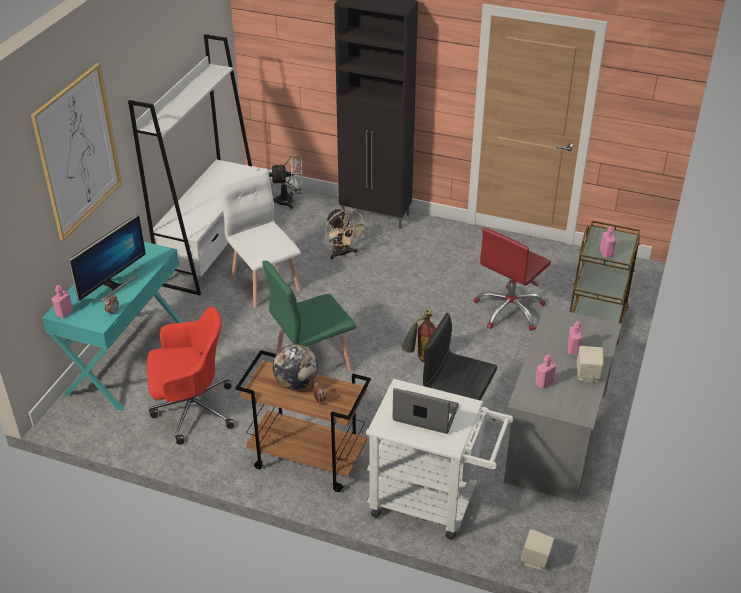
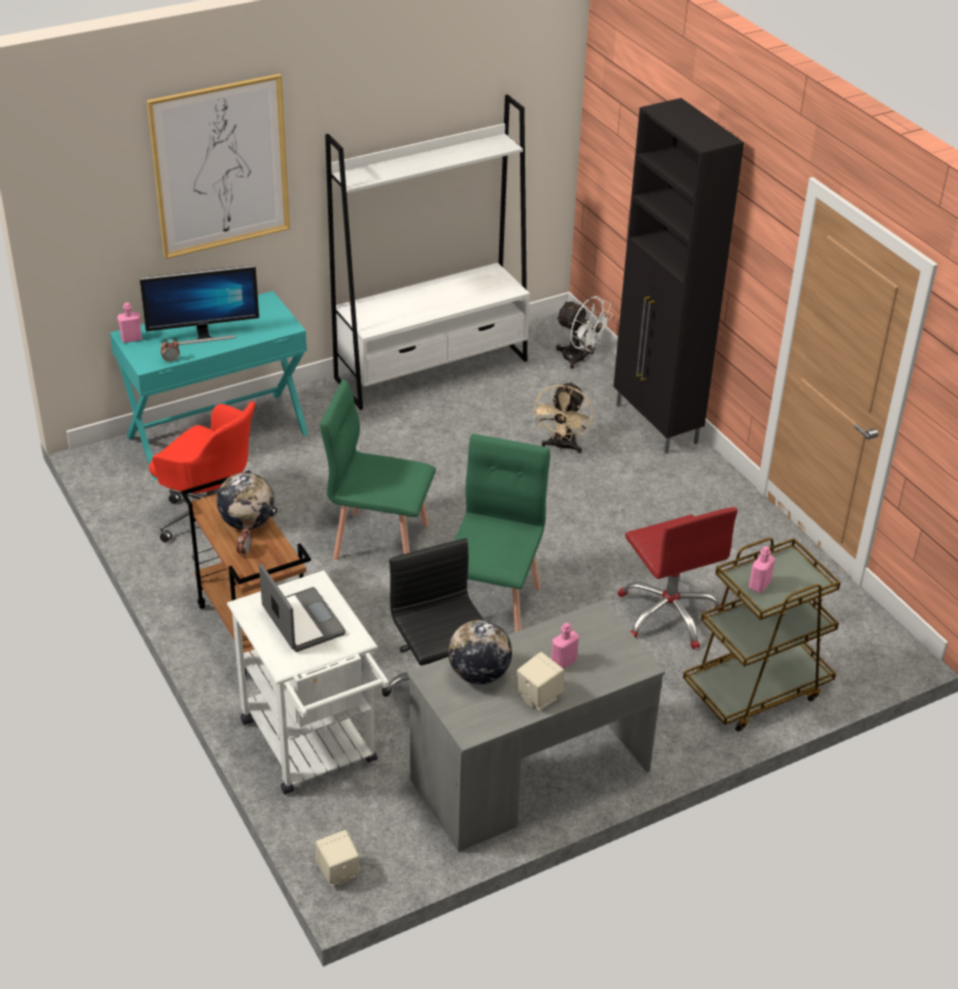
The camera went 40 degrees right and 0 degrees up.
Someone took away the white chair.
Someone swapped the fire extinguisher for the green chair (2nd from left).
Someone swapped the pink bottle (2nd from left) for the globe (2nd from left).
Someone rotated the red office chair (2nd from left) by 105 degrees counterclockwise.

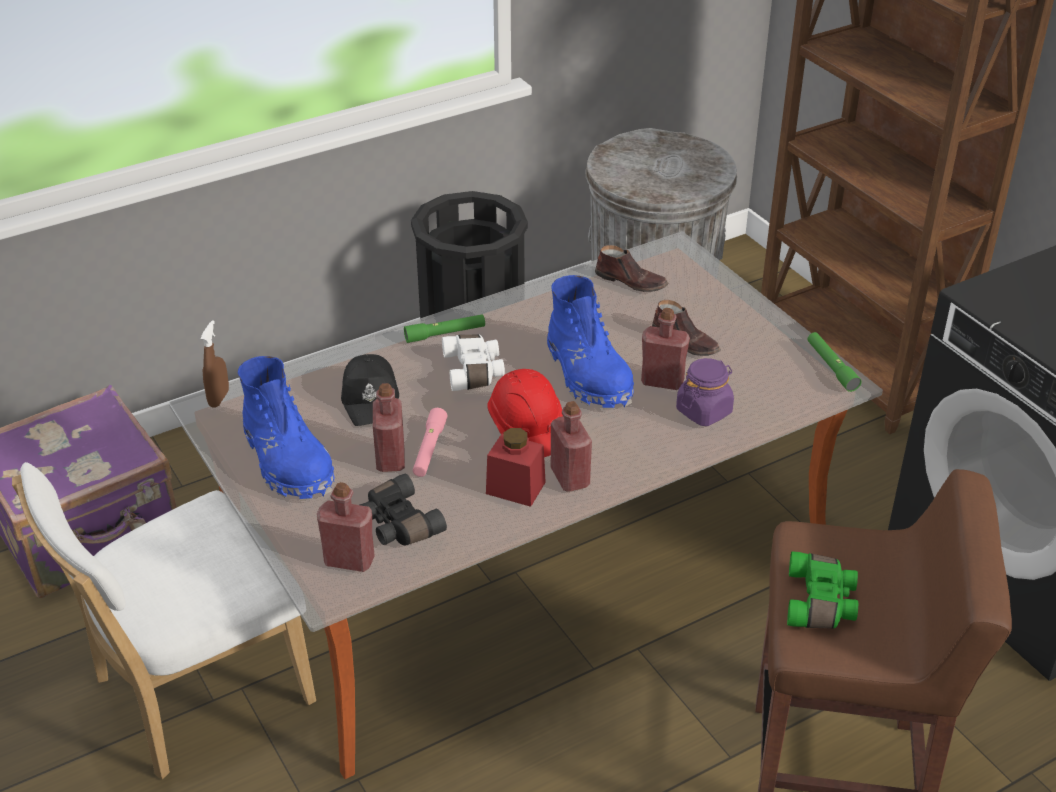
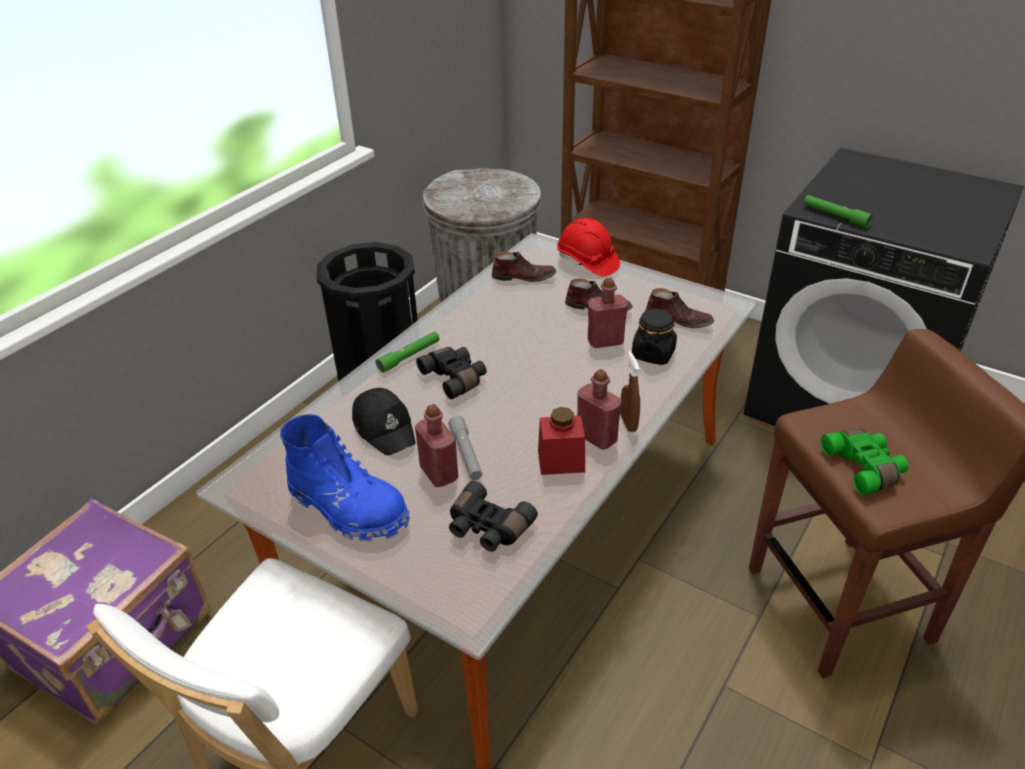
The camera went 25 degrees left and 0 degrees up.
Someone took away the red bottle (1st from left).
Someone took away the blue boot (2nd from left).
Someone put down the brown shoe (3rd from left).
Someone carried the brown spray bottle.
Someone carried the red hard hat.
Someone carried the green flashlight (2nd from left).
Someone repainted the pink flashlight, which became the grey flashlight.
Someone repainted the white binoculars, which became the black binoculars (1st from left).
Someone repainted the purple jar, which became the black jar.

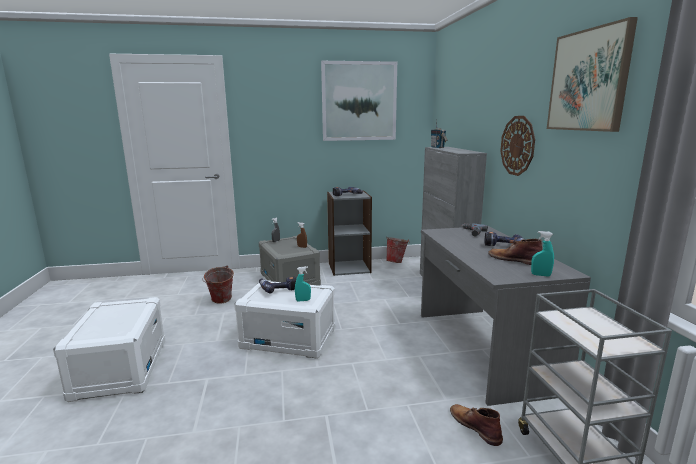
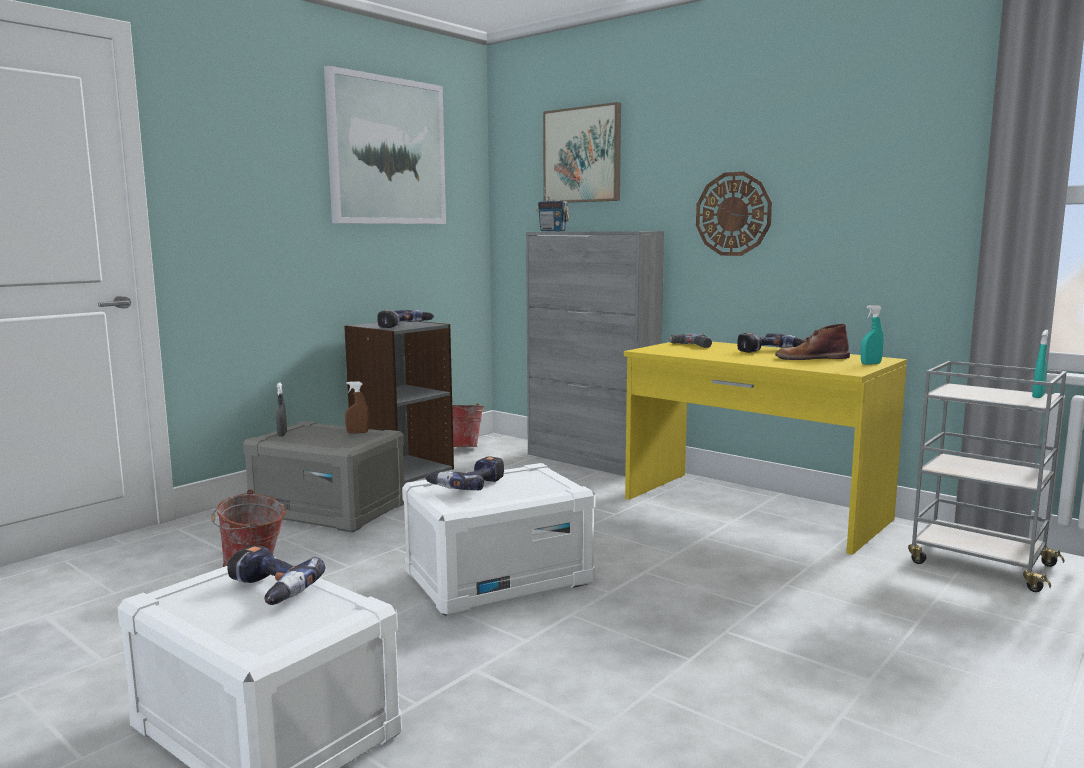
The camera went 40 degrees left and 5 degrees down.
Someone took away the brown boot (1st from left).
Someone put down the power drill (1st from left).
Someone carried the turquoise spray bottle (1st from left in the first image).
Someone carried the picture (2nd from left).
Someone repainted the grey desk, which became the yellow desk.

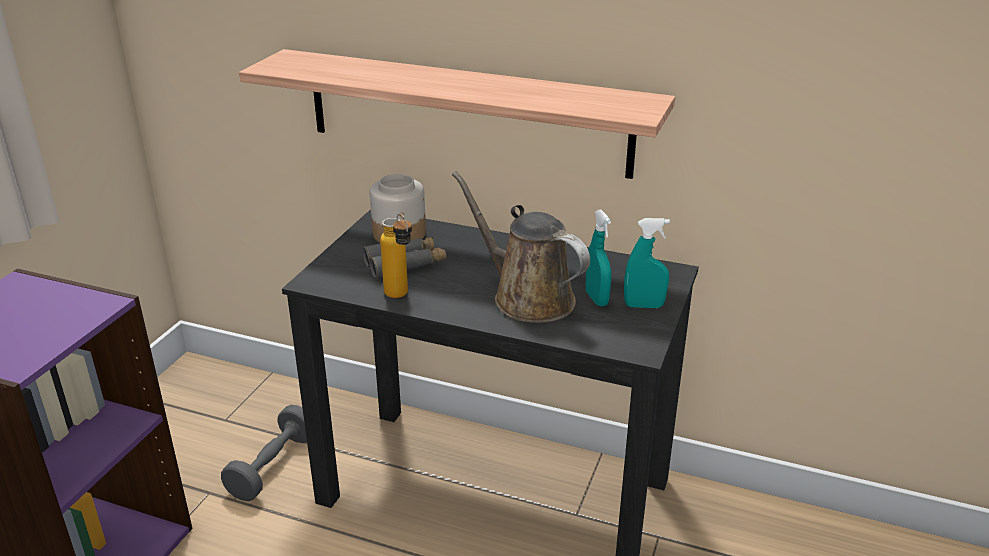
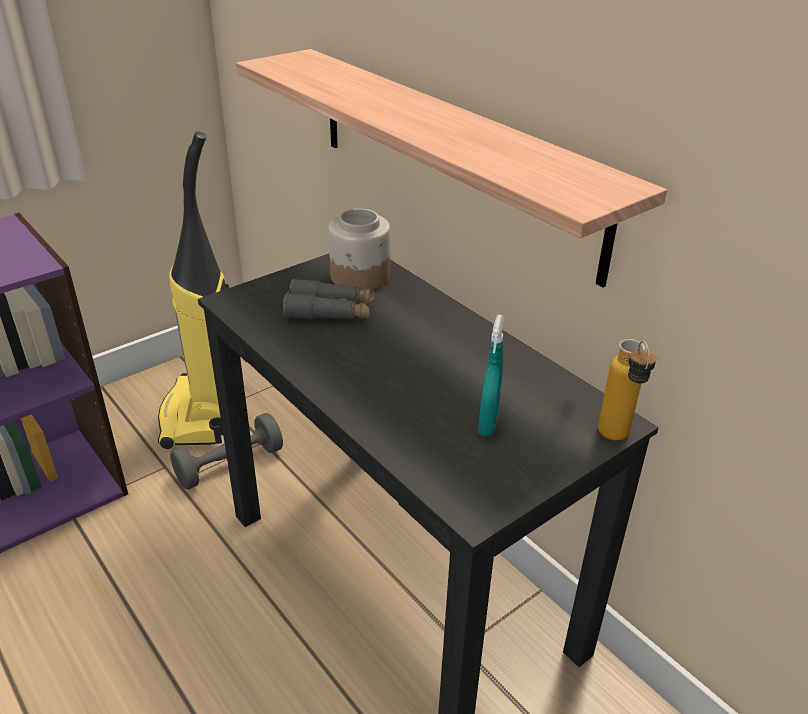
The camera went 30 degrees right and 5 degrees up.
Someone took away the brown watering can.
Someone took away the turquoise spray bottle (2nd from left).
Someone put down the vacuum cleaner.
Someone carried the bottle.

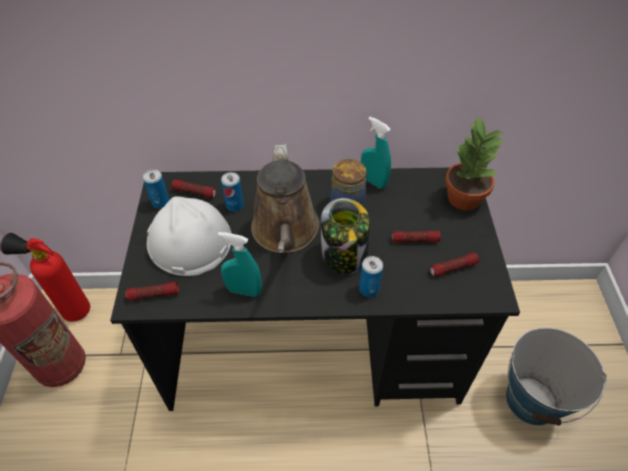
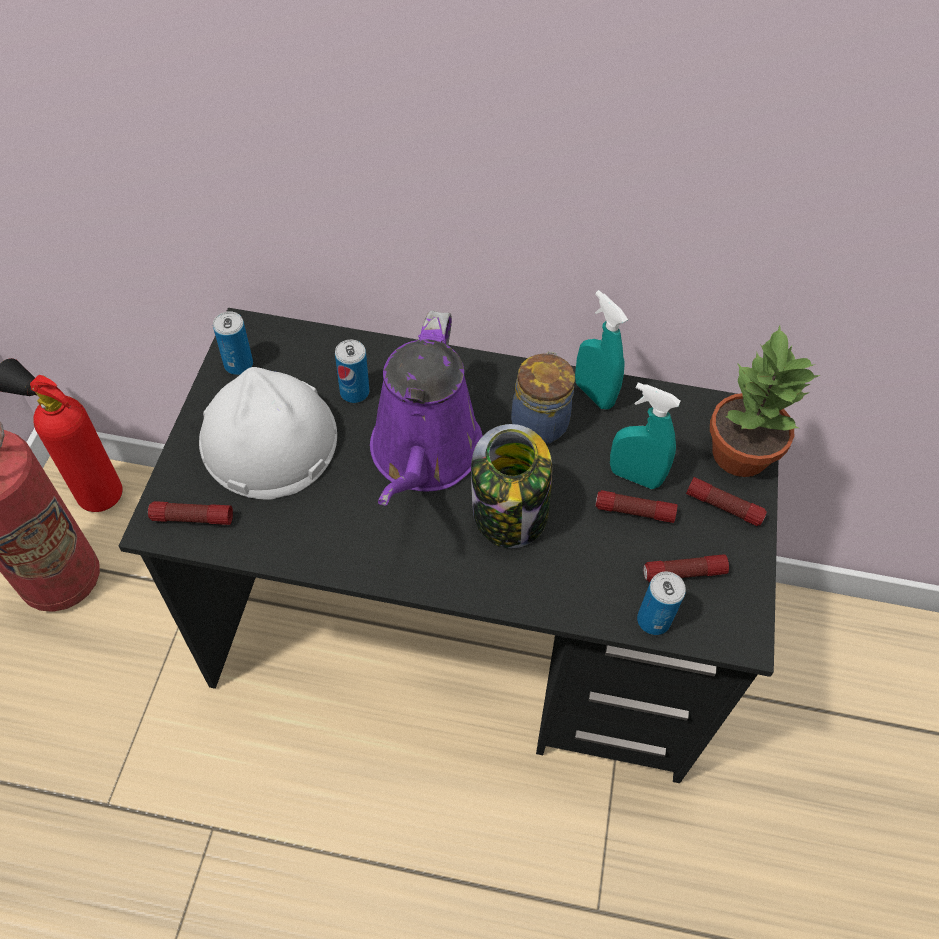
The camera went 10 degrees right and 5 degrees up.
Someone took away the bucket.
Someone carried the flashlight (2nd from left in the first image).
Someone carried the turquoise spray bottle (1st from left in the first image).
Someone carried the can (3rd from left).
Someone repainted the brown watering can, which became the purple watering can.

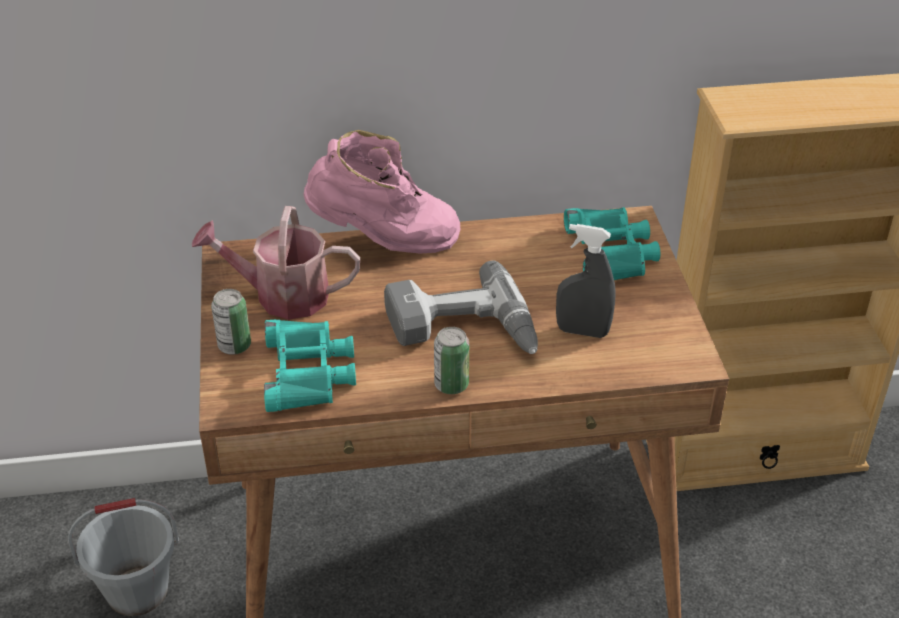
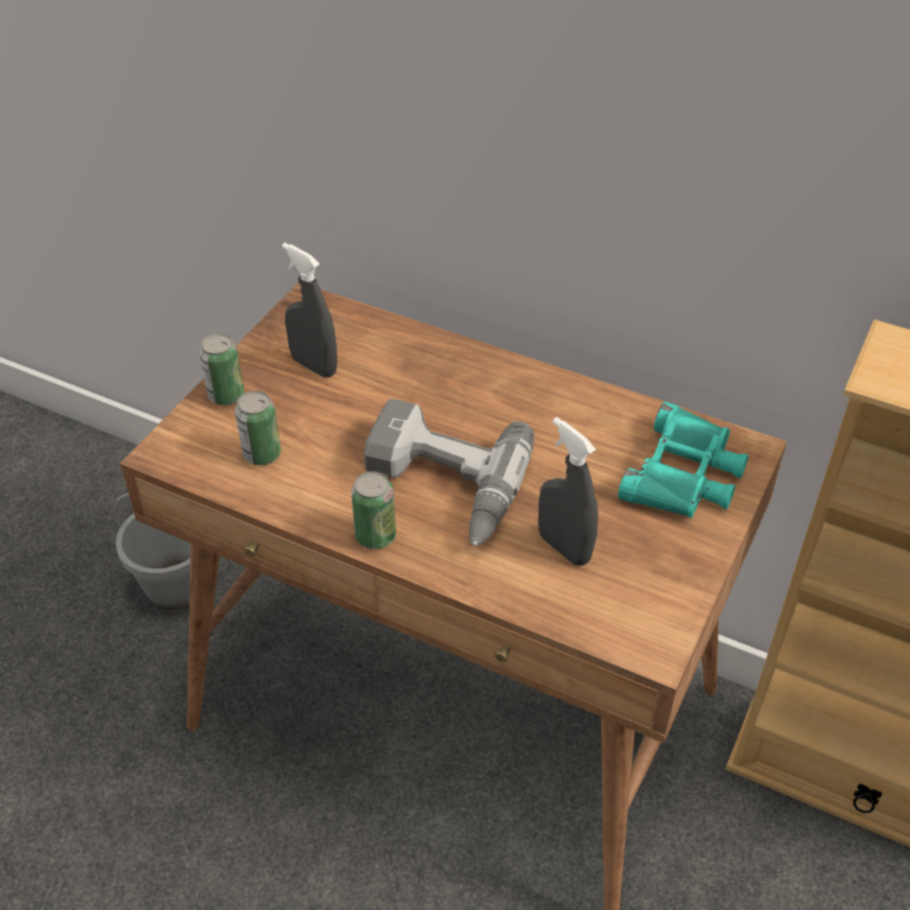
The camera went 35 degrees right and 5 degrees up.
Someone took away the pink boot.
Someone swapped the watering can for the grey spray bottle (1st from left).
Someone swapped the turquoise binoculars (1st from left) for the can (2nd from left).

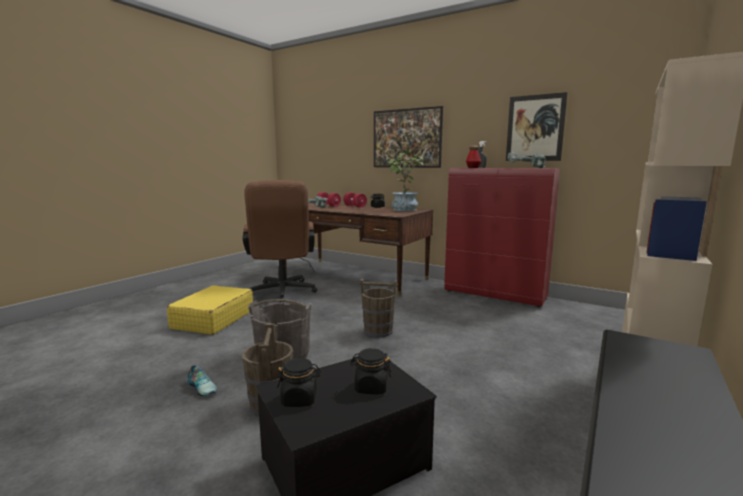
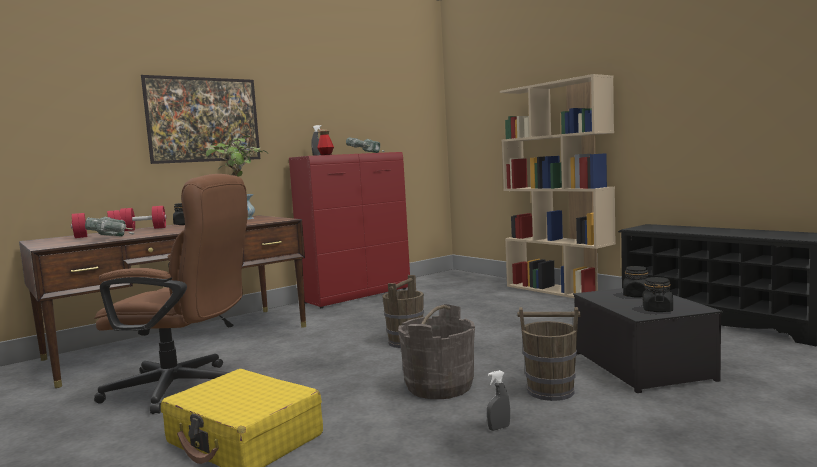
The camera went 70 degrees left and 5 degrees down.
Someone took away the picture (2nd from left).
Someone swapped the shoe for the grey spray bottle (2nd from left).

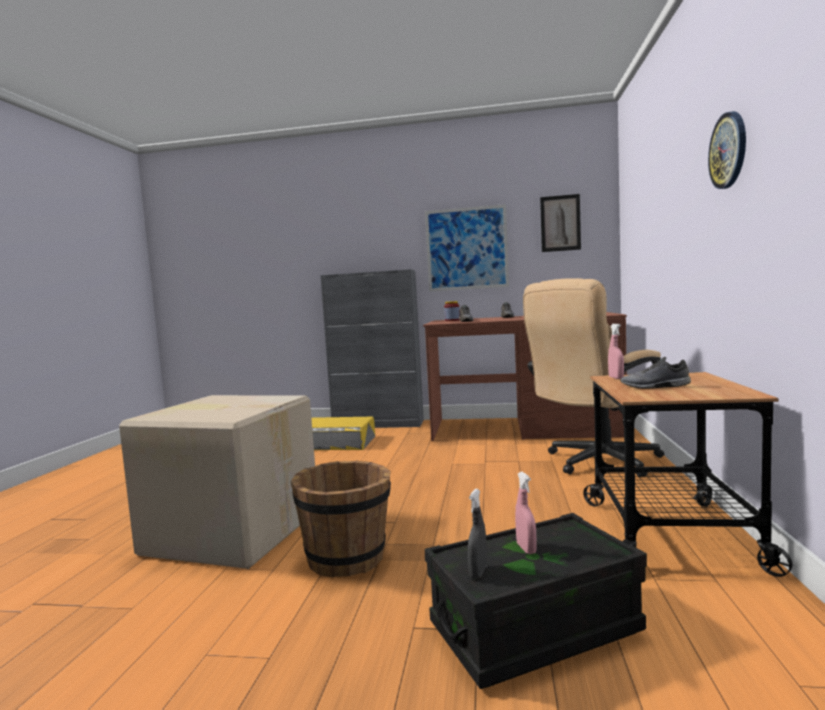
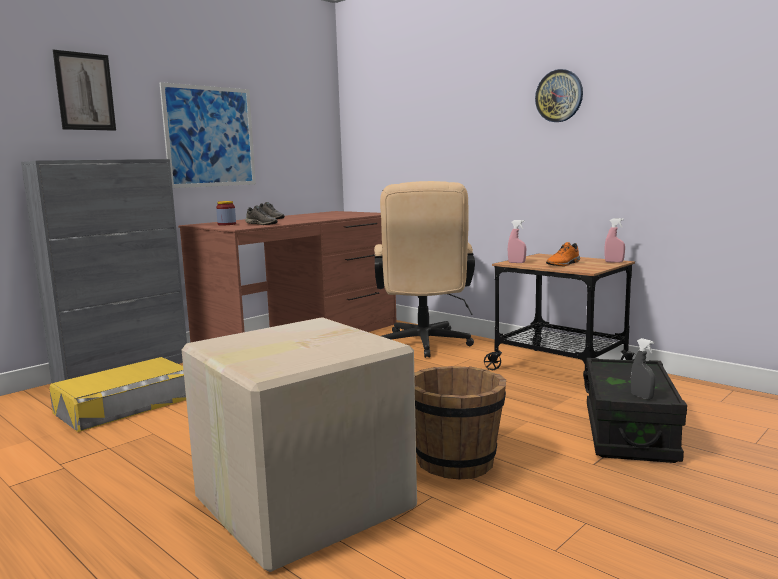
The camera went 55 degrees left and 5 degrees up.
Someone carried the pink spray bottle (1st from left in the first image).
Someone carried the picture (2nd from left in the first image).
Someone repainted the grey shoe (3rd from left), which became the orange shoe.

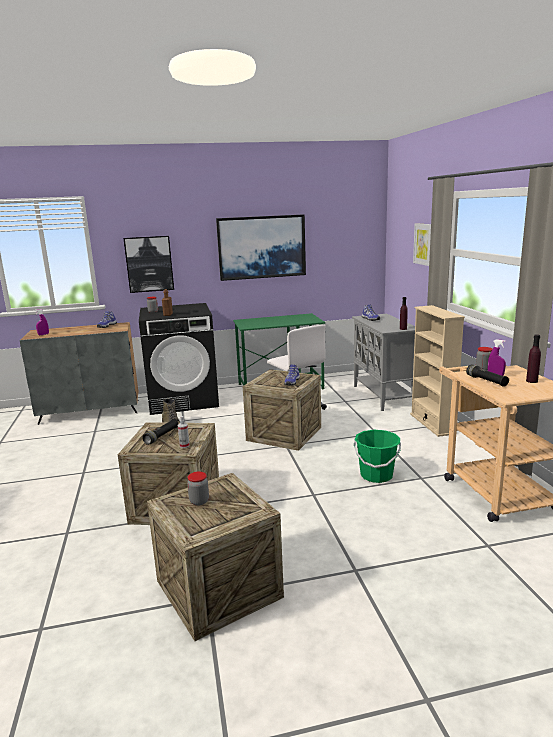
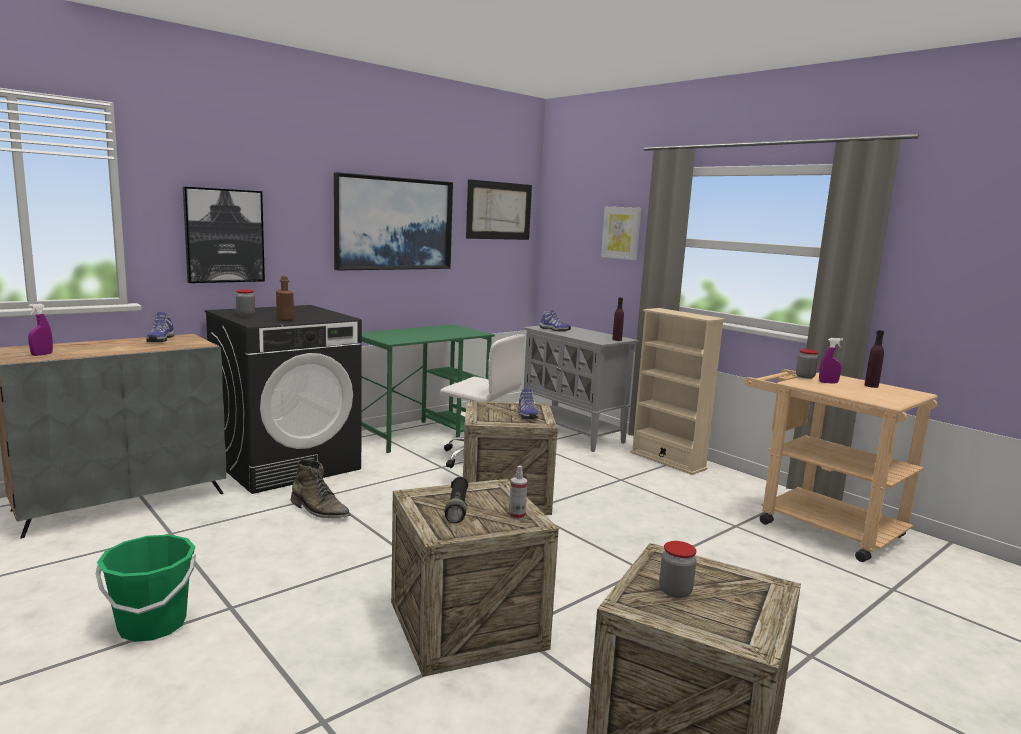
The camera went 30 degrees left and 5 degrees down.
Someone took away the black flashlight (2nd from left).
Someone put up the picture (3rd from left).
Someone carried the green bucket.

